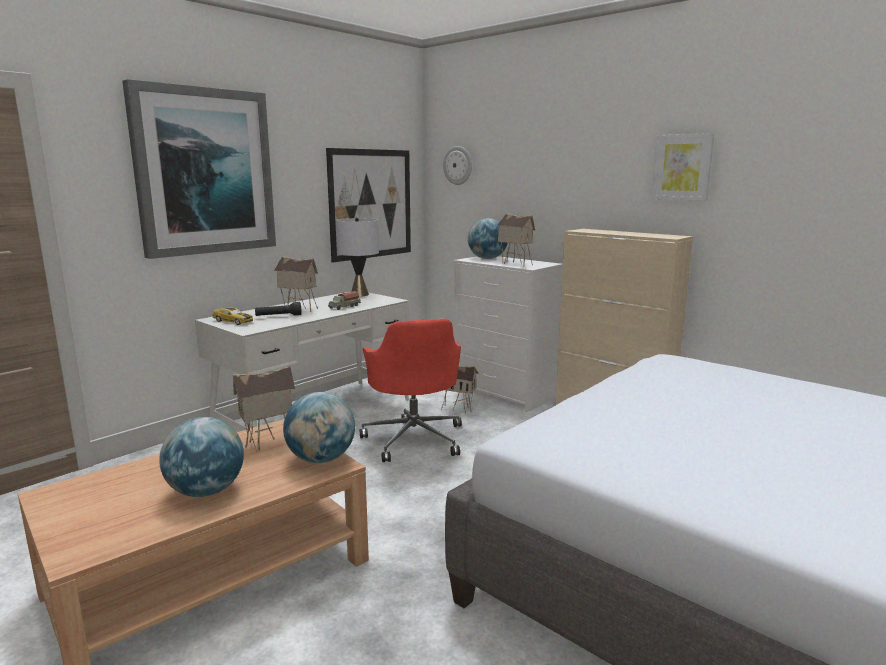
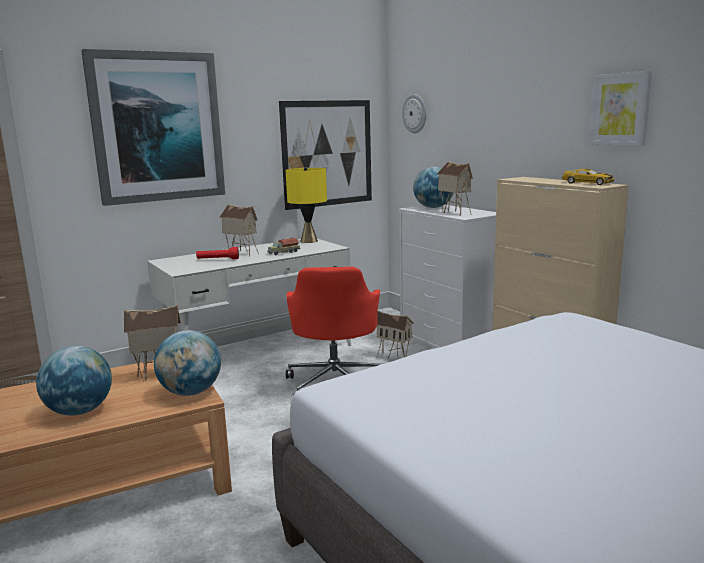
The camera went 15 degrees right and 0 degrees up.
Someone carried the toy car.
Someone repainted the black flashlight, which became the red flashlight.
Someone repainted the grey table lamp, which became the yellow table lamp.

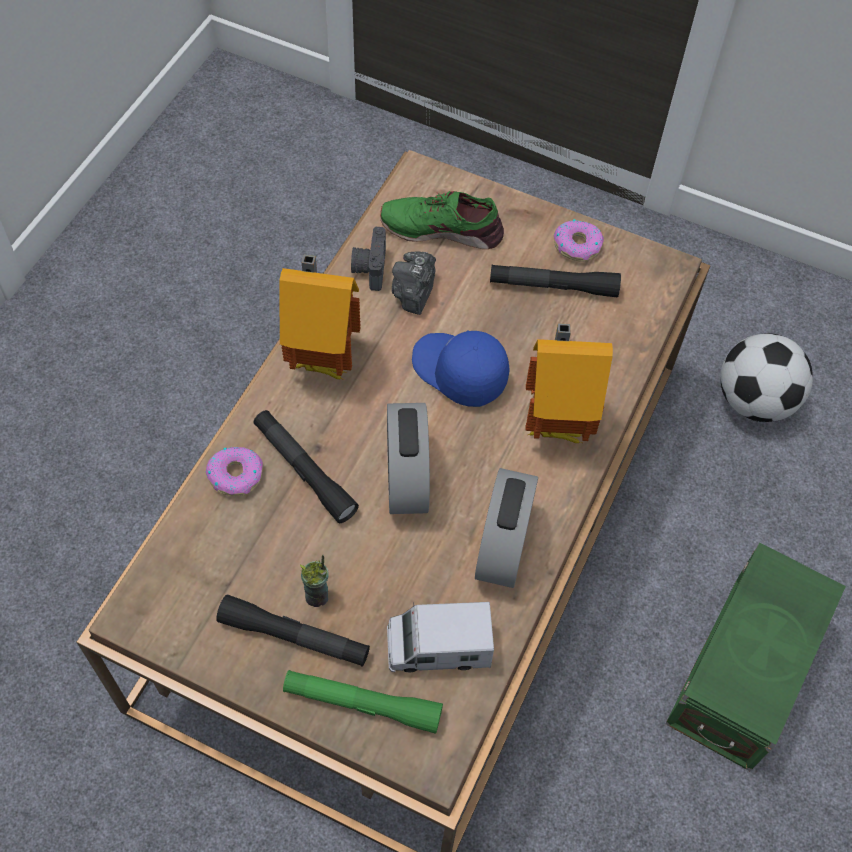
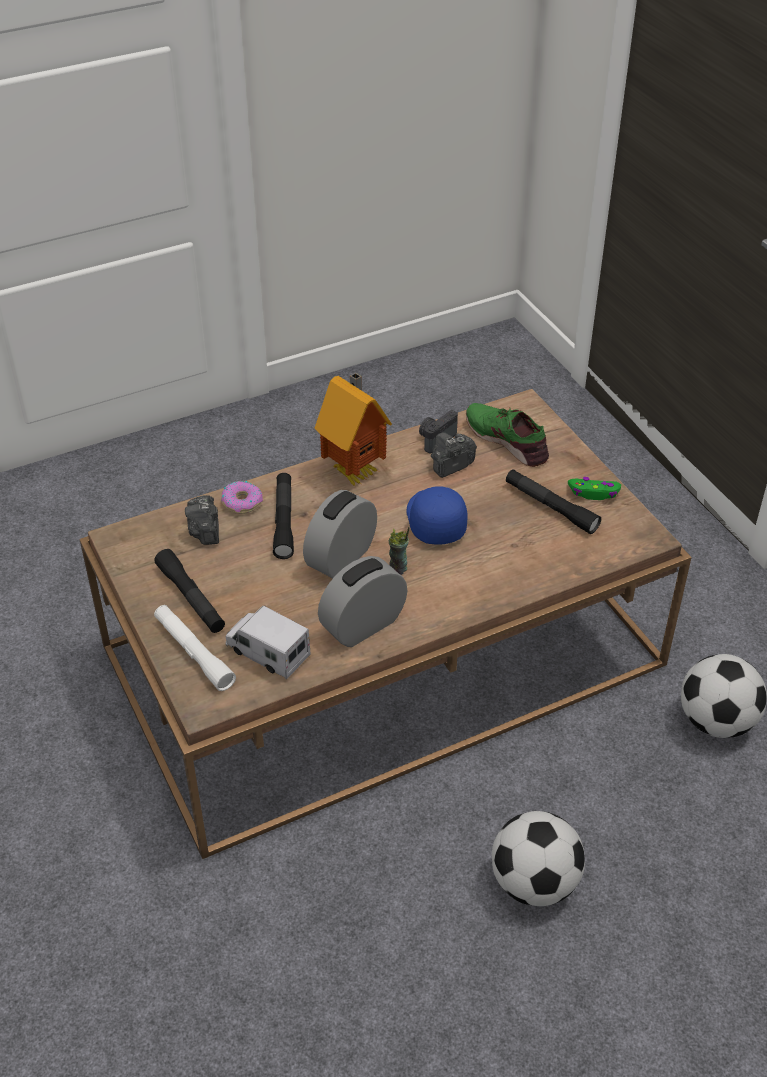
The camera went 40 degrees right and 15 degrees down.
Someone took away the toy house (2nd from left).
Someone put down the photo camera (1st from left).
Someone carried the cup.
Someone swapped the donut (2nd from left) for the green game controller.
Someone swapped the green storage box for the football (1st from left).
Someone repainted the green flashlight, which became the white flashlight.

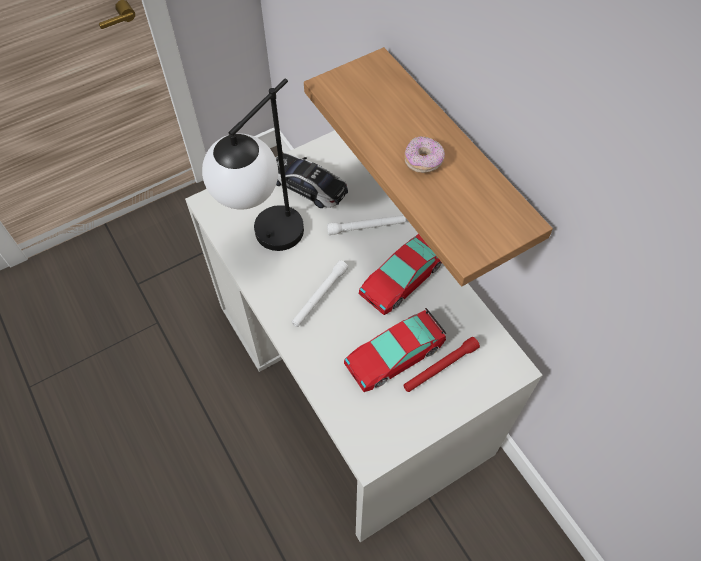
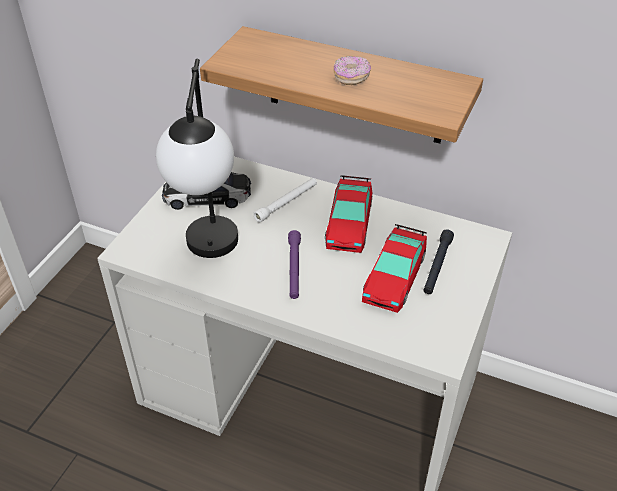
The camera went 35 degrees left and 15 degrees down.
Someone repainted the white flashlight (1st from left), which became the purple flashlight.
Someone repainted the red flashlight, which became the black flashlight.

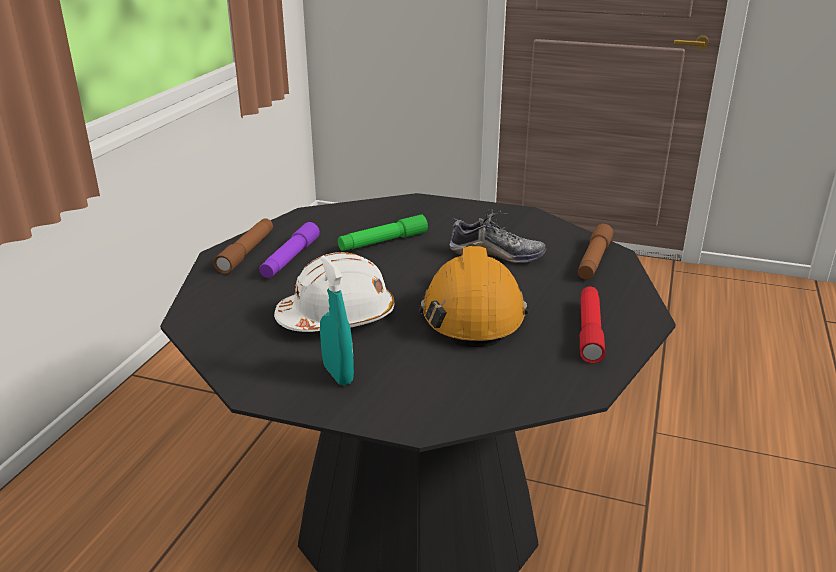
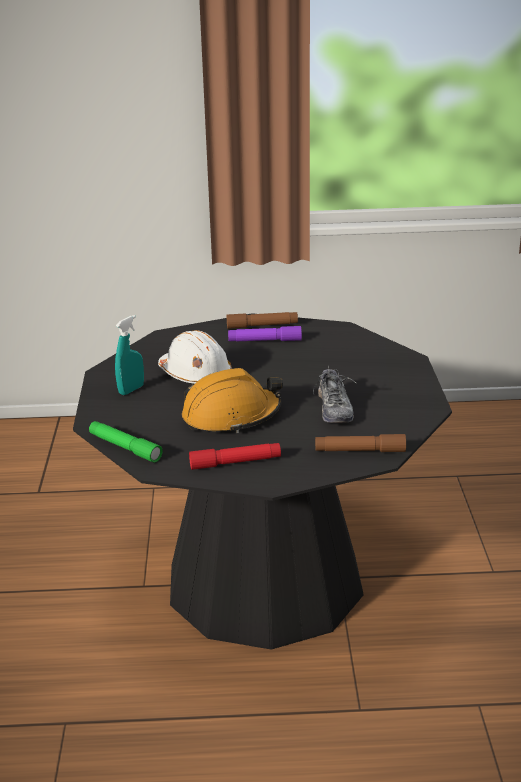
The camera went 70 degrees right and 0 degrees up.
Someone carried the green flashlight.

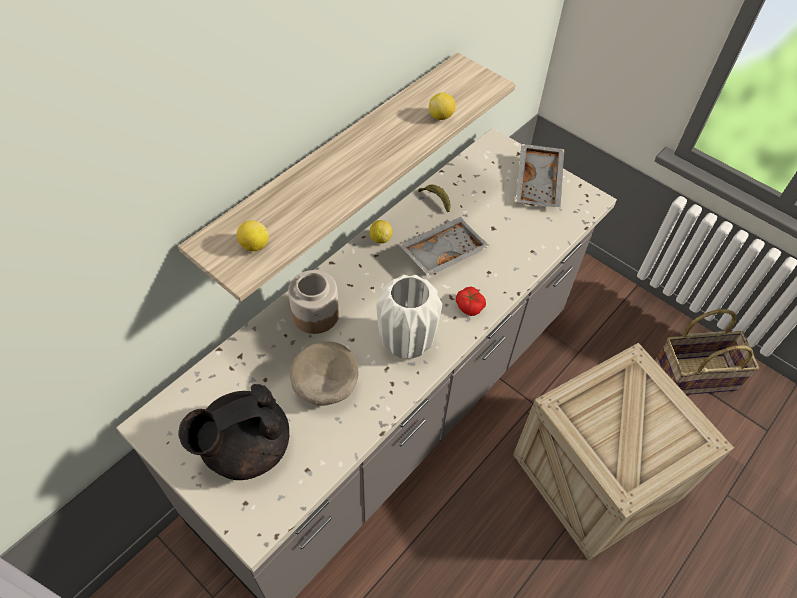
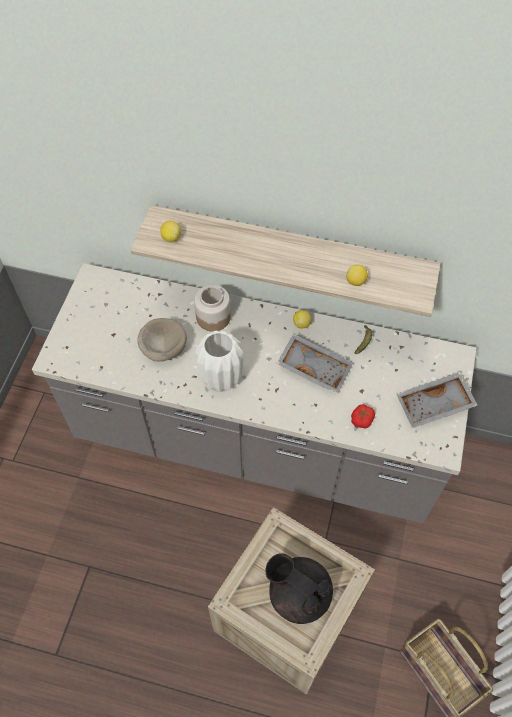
The camera went 65 degrees right and 5 degrees up.
Someone carried the black teapot.
Someone carried the tomato.

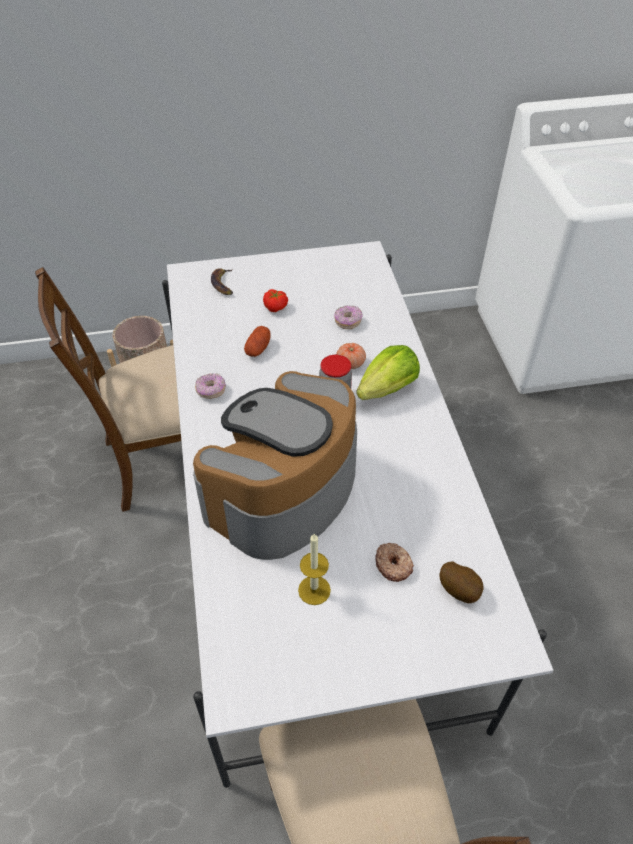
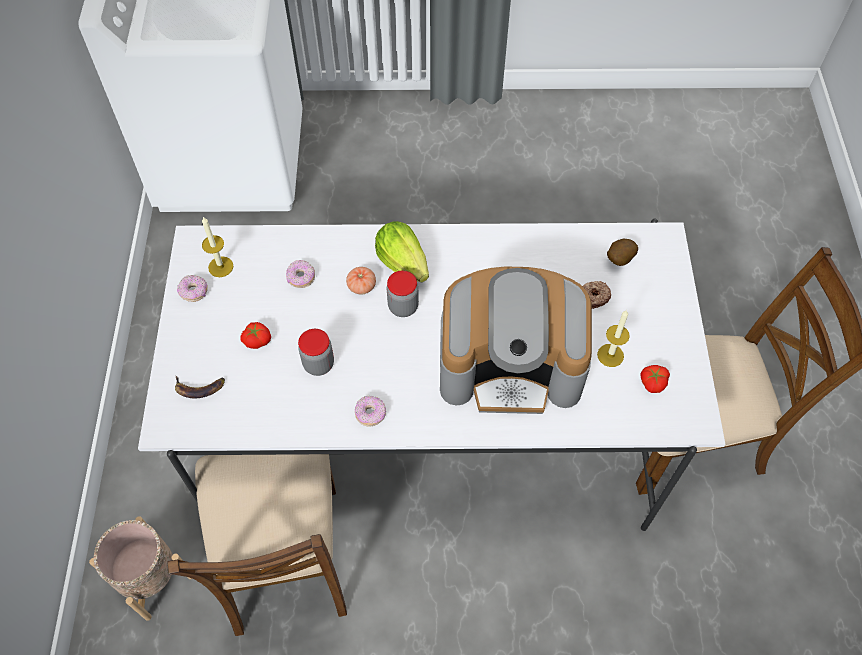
The camera went 80 degrees left and 10 degrees up.
Someone put down the donut (1st from left).
Someone put down the candle (1st from left).
Someone put down the tomato (3rd from left).
Someone swapped the potato (1st from left) for the jar (1st from left).
Someone rotated the coffee machine by 45 degrees counterclockwise.

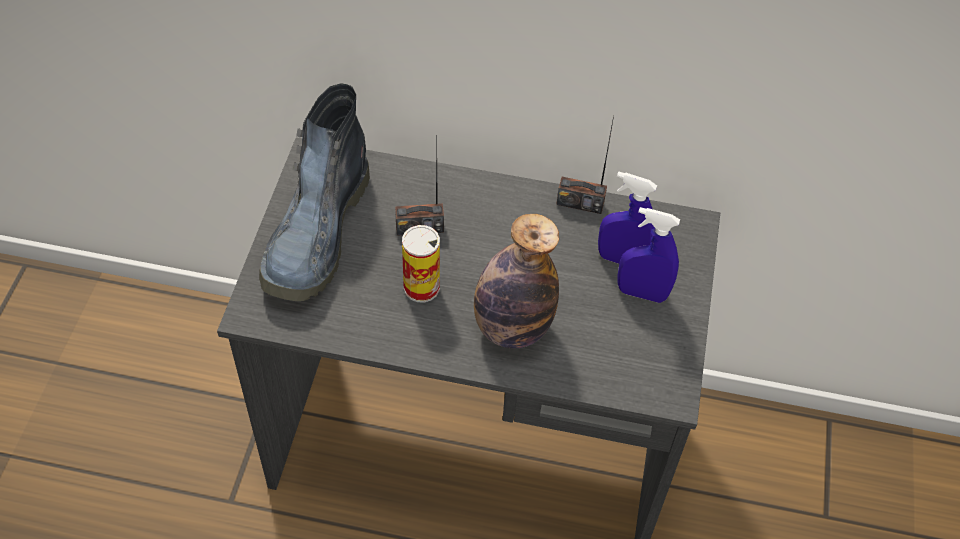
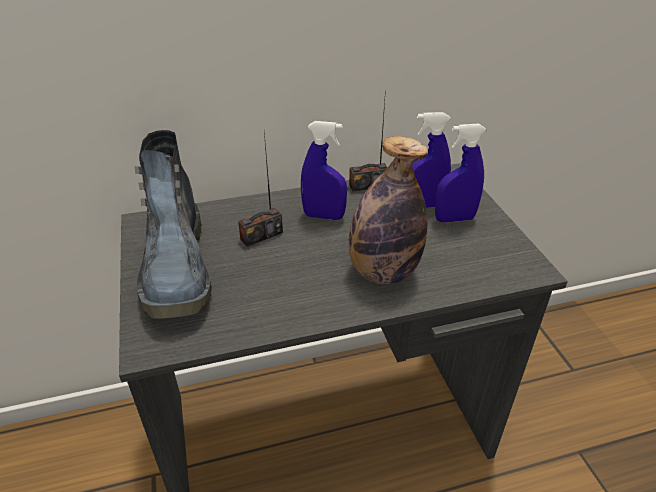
The camera went 25 degrees left and 15 degrees down.
Someone took away the can.
Someone put down the blue spray bottle (1st from left).

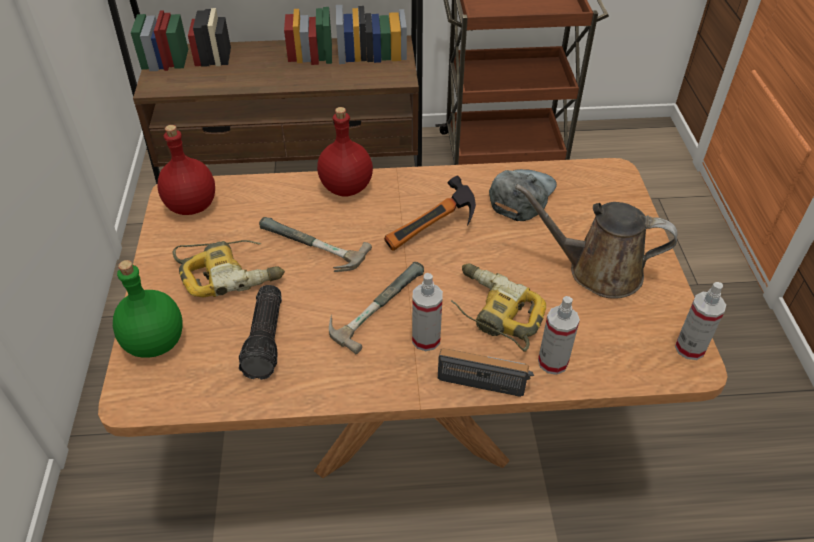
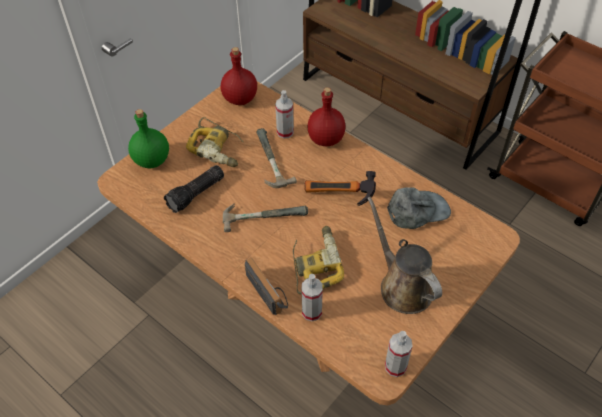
The camera went 45 degrees right and 5 degrees up.
Someone carried the spray bottle (1st from left).

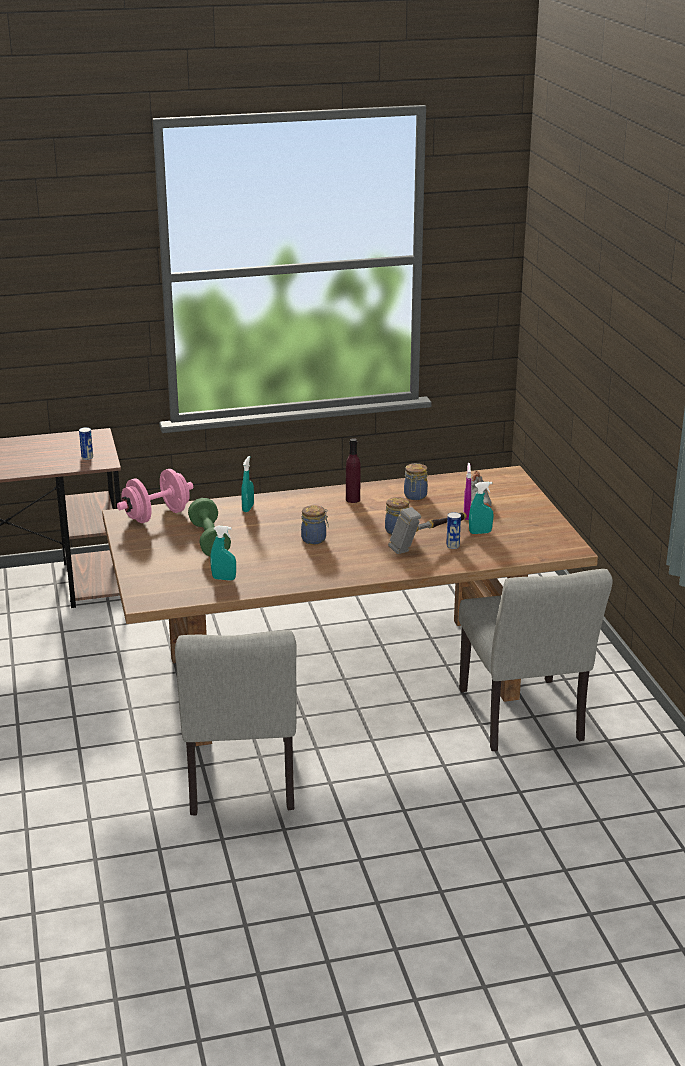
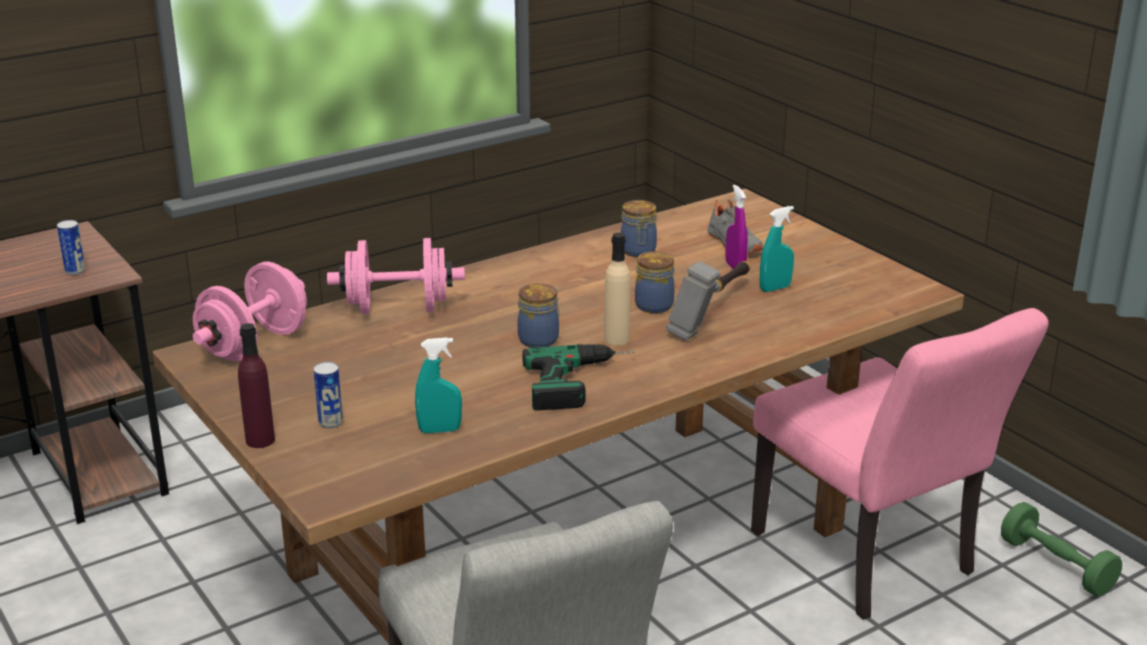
The camera went 20 degrees left and 0 degrees up.
Someone put down the power drill.
Someone put down the beige bottle.
Someone carried the green dumbbell.
Someone carried the purple bottle.
Someone carried the can (2nd from left).
Someone swapped the turquoise spray bottle (2nd from left) for the pink dumbbell (2nd from left).
Someone repainted the grey chair (2nd from left), which became the pink chair.

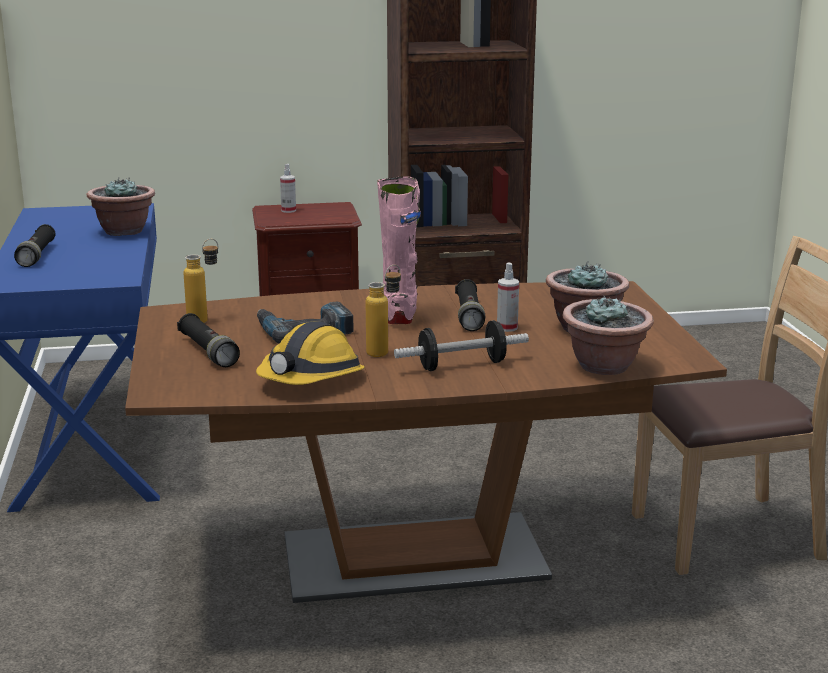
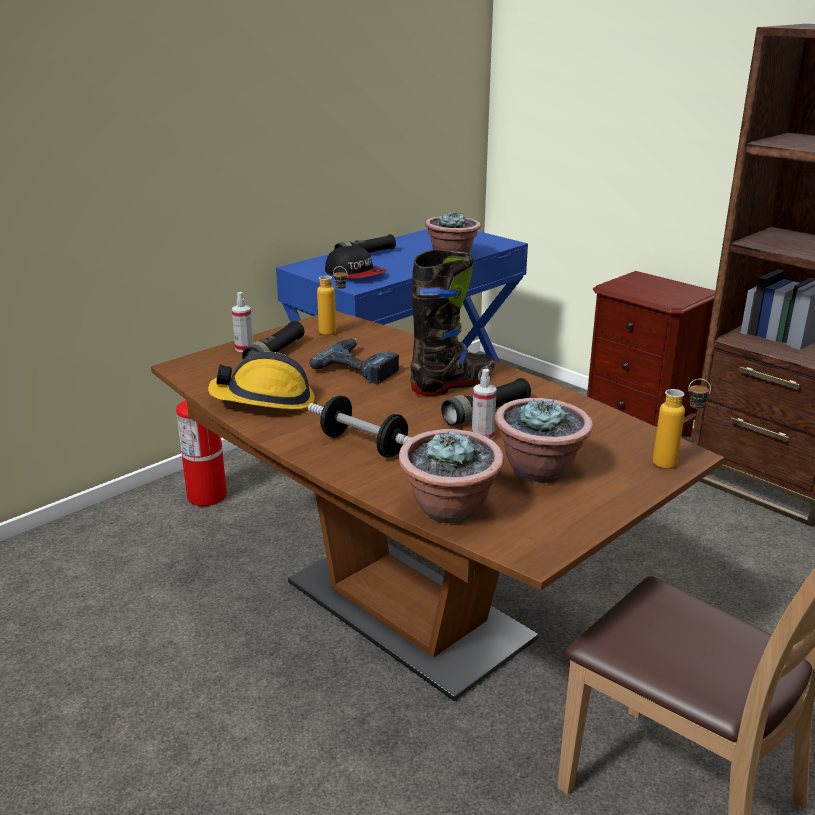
The camera went 55 degrees right and 5 degrees up.
Someone put down the fire extinguisher.
Someone put down the cap.
Someone carried the spray bottle (1st from left).
Someone carried the bottle (2nd from left).
Someone repainted the pink boot, which became the black boot.

